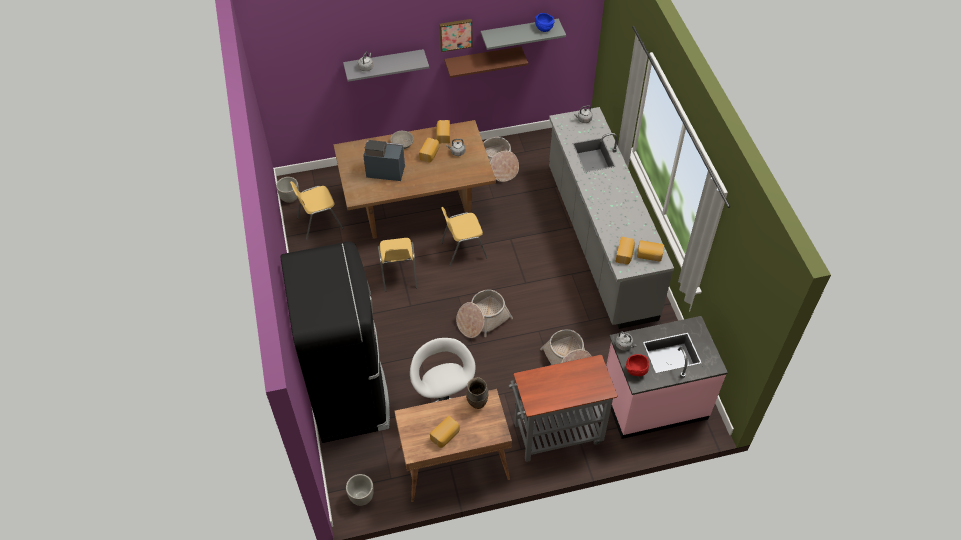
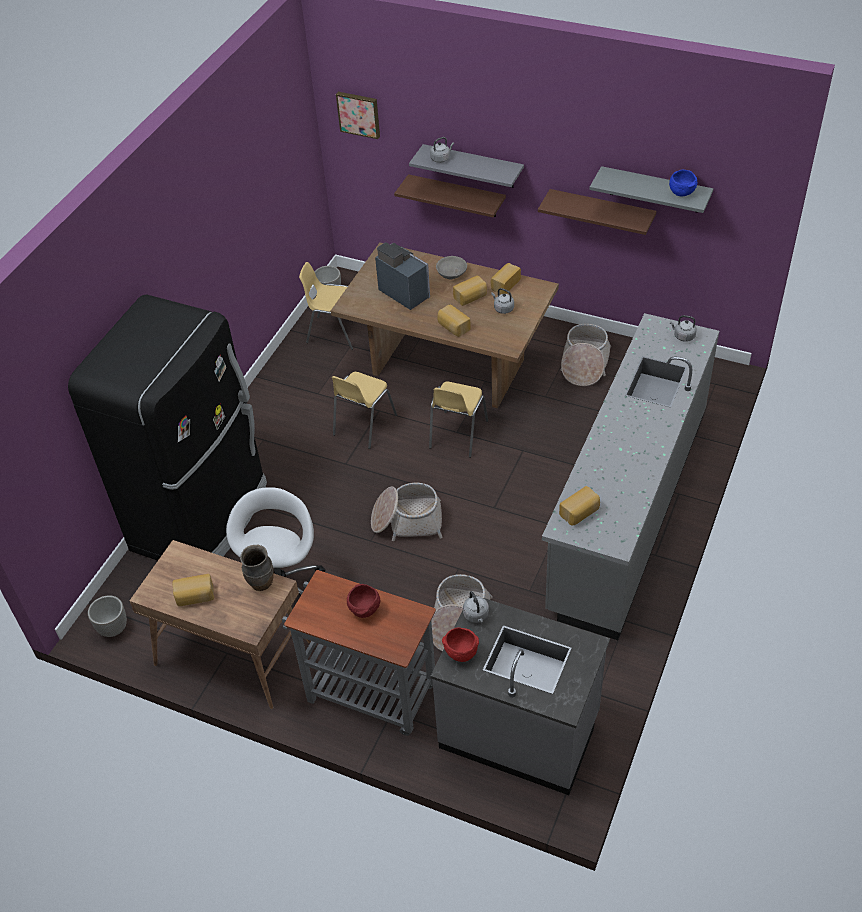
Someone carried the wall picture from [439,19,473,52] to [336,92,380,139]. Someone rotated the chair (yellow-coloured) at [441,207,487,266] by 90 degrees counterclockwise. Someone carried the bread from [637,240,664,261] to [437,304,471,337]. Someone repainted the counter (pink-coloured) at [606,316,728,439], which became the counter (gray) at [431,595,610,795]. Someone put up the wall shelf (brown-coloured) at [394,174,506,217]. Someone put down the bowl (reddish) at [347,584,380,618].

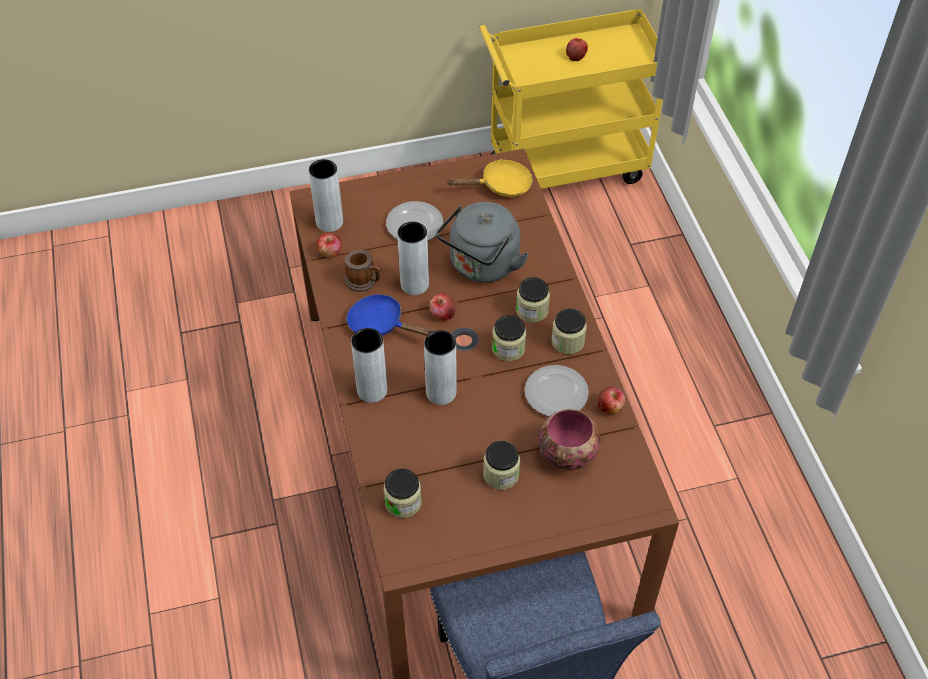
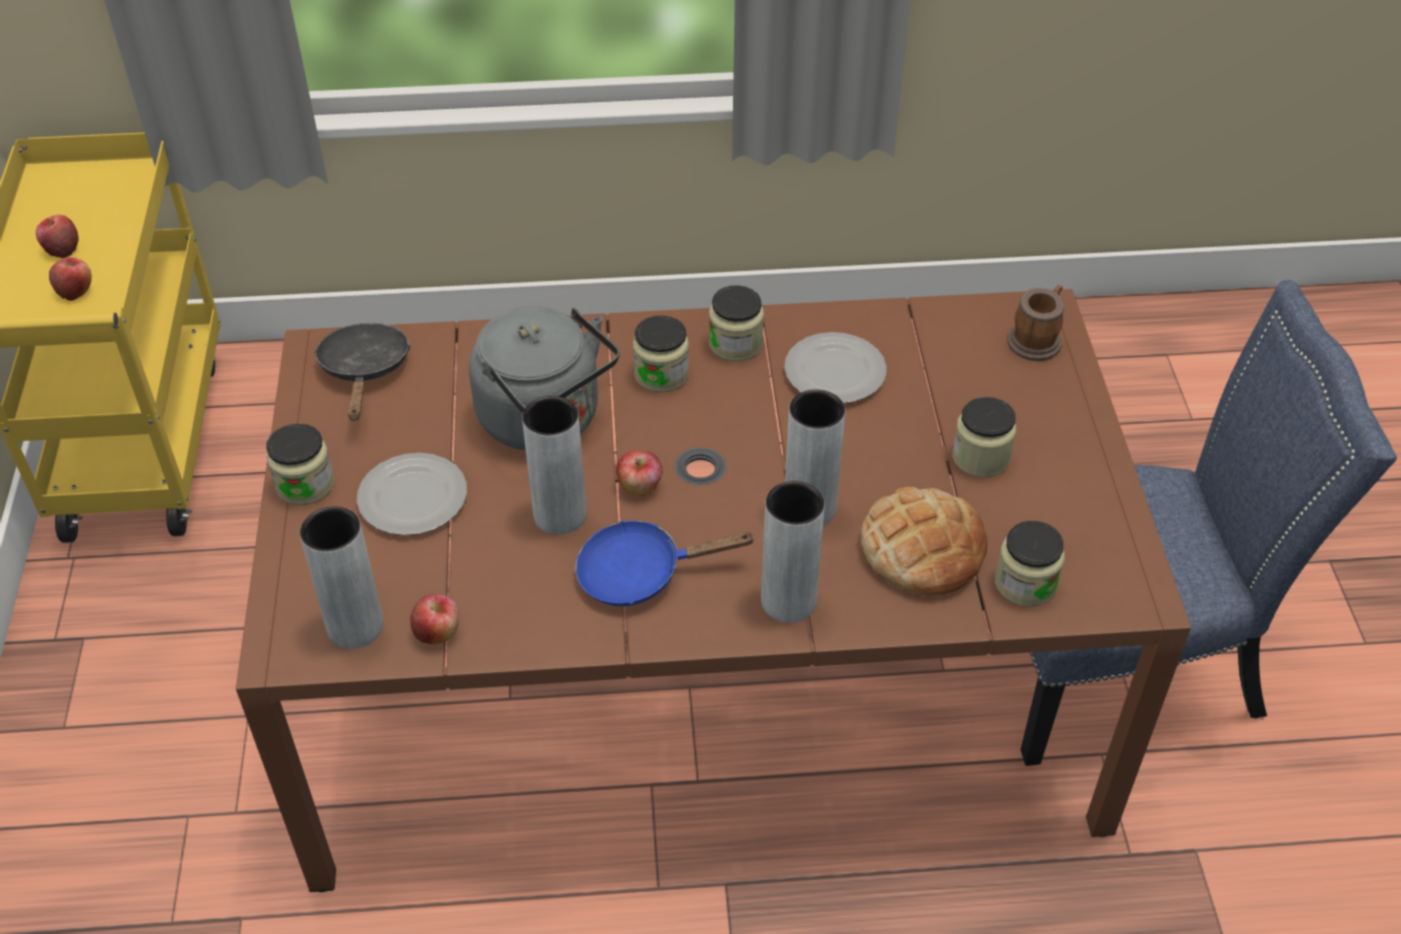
Someone repainted the frying pan (yellow-coloured) at [448,159,533,197], which became the frying pan (black) at [314,323,411,421]. Someone carried the coffee mug from [344,250,381,292] to [1007,285,1064,361]. Someone rotated the frying pan (blue) at [347,294,433,336] by 45 degrees clockwise. Someone carried the jar from [492,315,526,361] to [266,424,334,505]. Someone carried the apple from [598,387,625,414] to [49,257,92,301]. Someone took away the bowl at [538,409,601,470]. Someone put down the bread at [860,487,987,596].

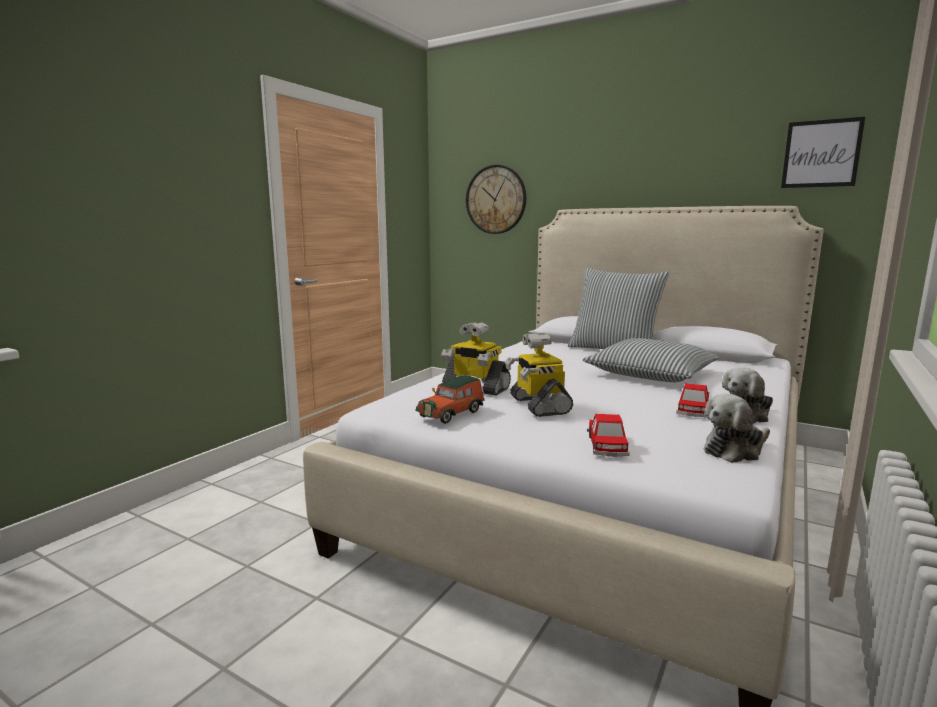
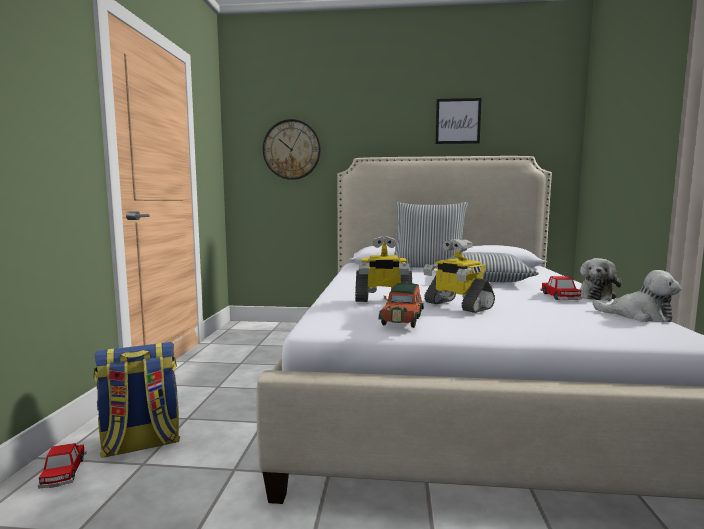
Someone carried the wall picture from [781,117,865,188] to [435,98,482,144]. Someone rotated the soft toy at [704,394,770,463] by 90 degrees counterclockwise. Someone carried the miniature car from [587,414,630,457] to [38,443,87,489]. Someone put down the knapsack at [94,342,180,458].

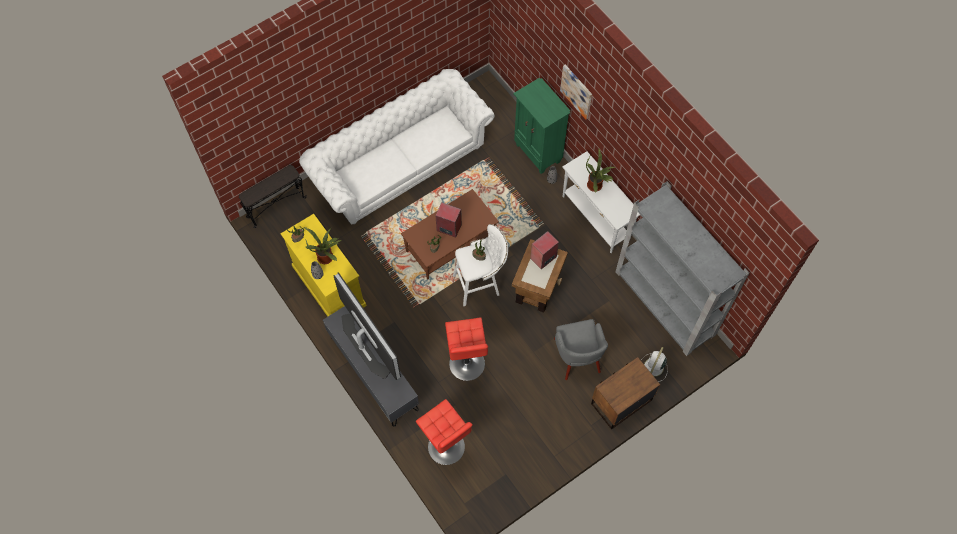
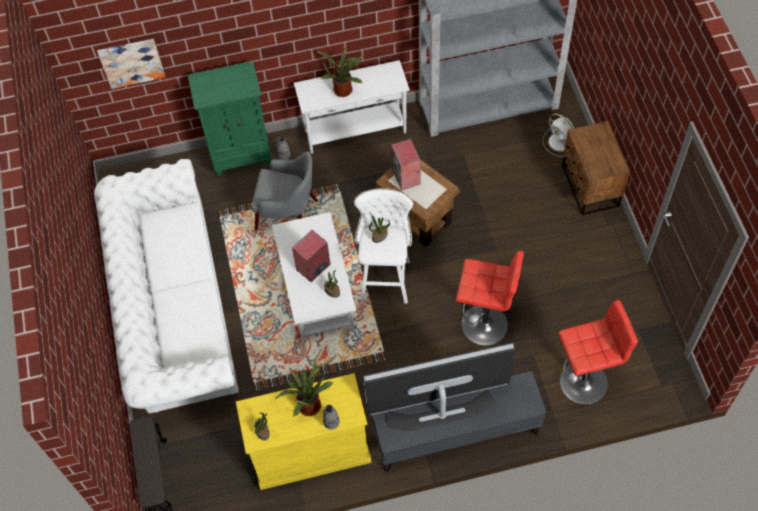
Someone carried the wall picture from [560,65,592,120] to [97,39,166,89]. Someone repainted the lounge table (brown-coloured) at [401,189,499,279], which became the lounge table (white) at [272,212,356,343]. Someone carried the armchair (gray) from [554,319,608,380] to [251,151,318,231].

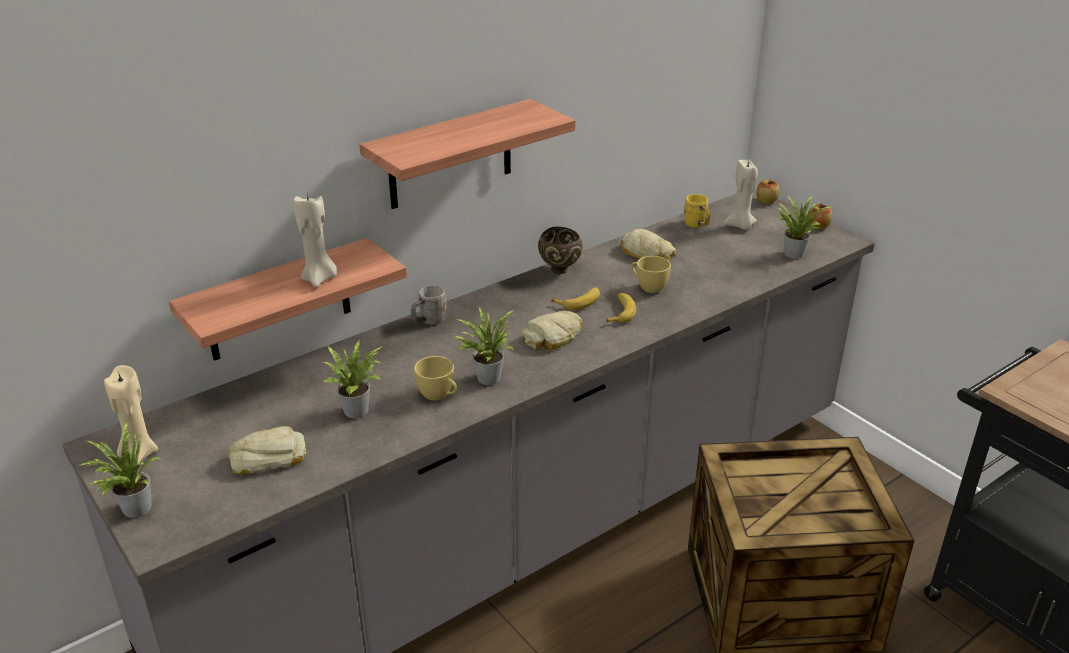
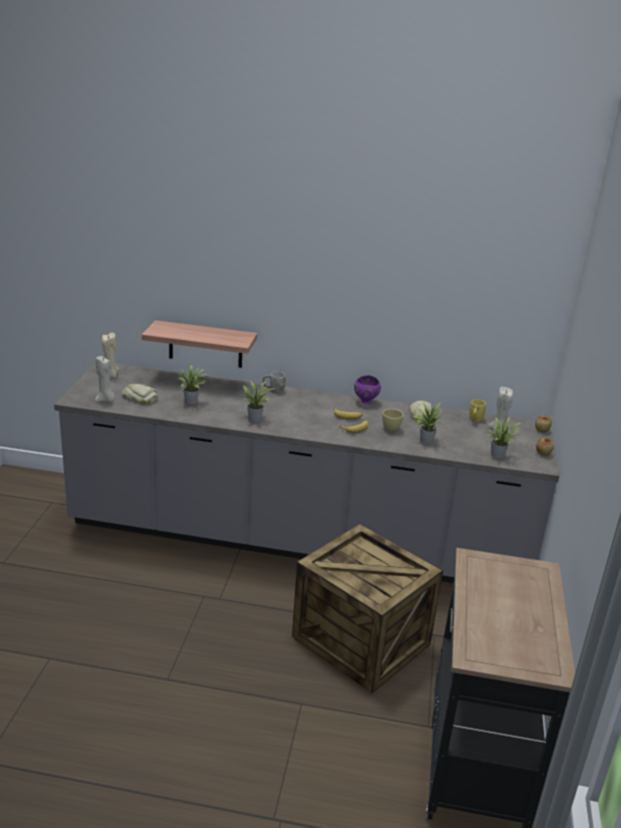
Someone took away the wall shelf at [360,99,576,209]. Someone carried the candle (beige) from [293,194,337,287] to [95,356,114,402]. Someone repainted the bowl (brown-coloured) at [538,227,583,274], which became the bowl (purple-coloured) at [354,375,381,404]. Someone took away the bread at [522,311,583,351]. Someone took away the small cup (yellow-coloured) at [414,356,457,401]. Someone carried the plant in a pot from [78,422,160,518] to [412,402,445,444].

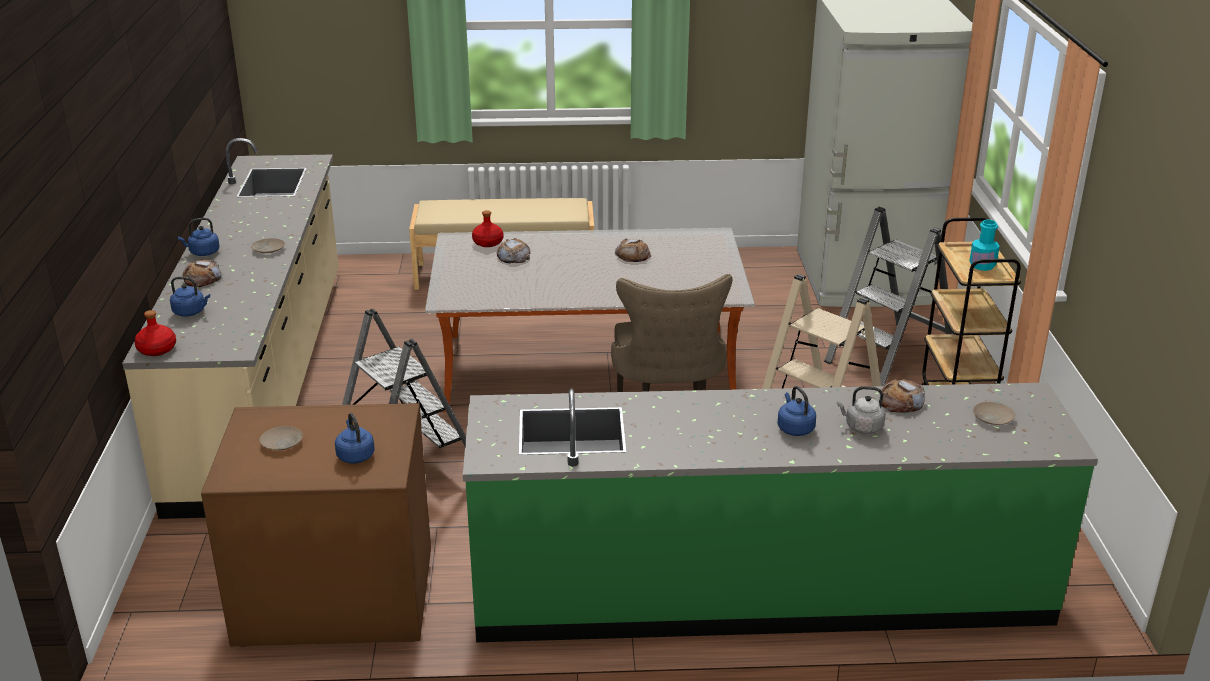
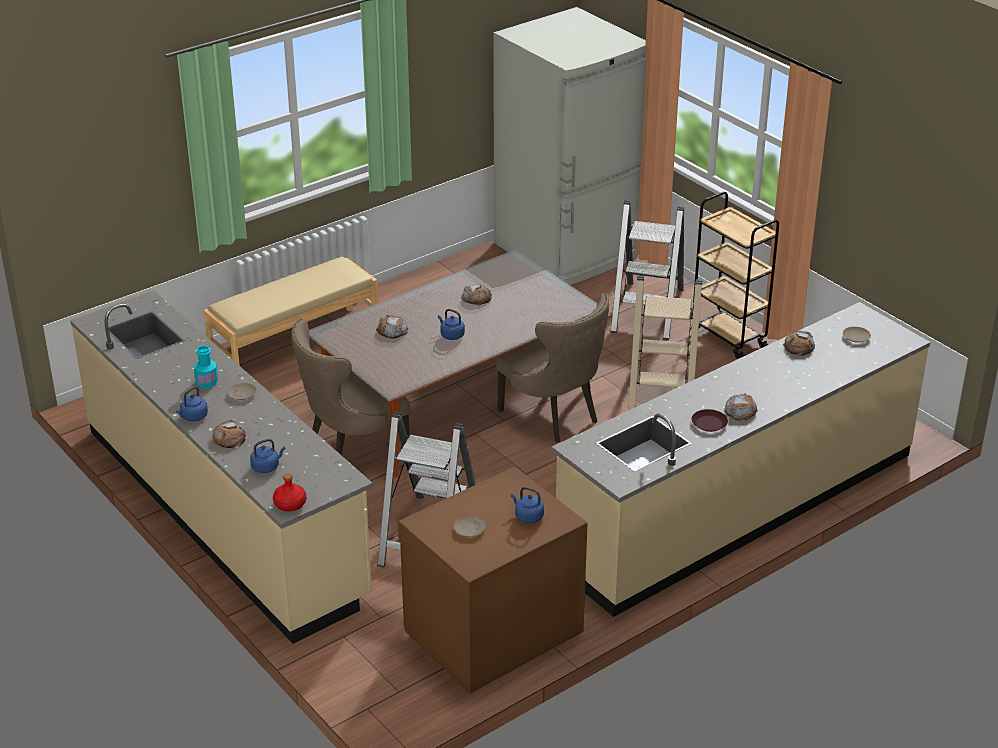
Someone took away the bottle (reddish) at [472,210,503,247]. Someone carried the bottle (turquoise) from [969,219,1000,271] to [194,345,218,388]. Someone repainted the counter (green-coloured) at [463,382,1098,642], which became the counter (beige) at [552,302,930,617]. Someone carried the tea kettle (blue) from [778,386,816,436] to [438,309,465,340]. Someone took away the tea kettle (gray) at [837,386,886,434]. Someone put down the chair (beige) at [291,319,410,455]. Someone put down the bread at [724,393,758,421]. Someone put down the dinner plate (brown-coloured) at [691,409,728,432].

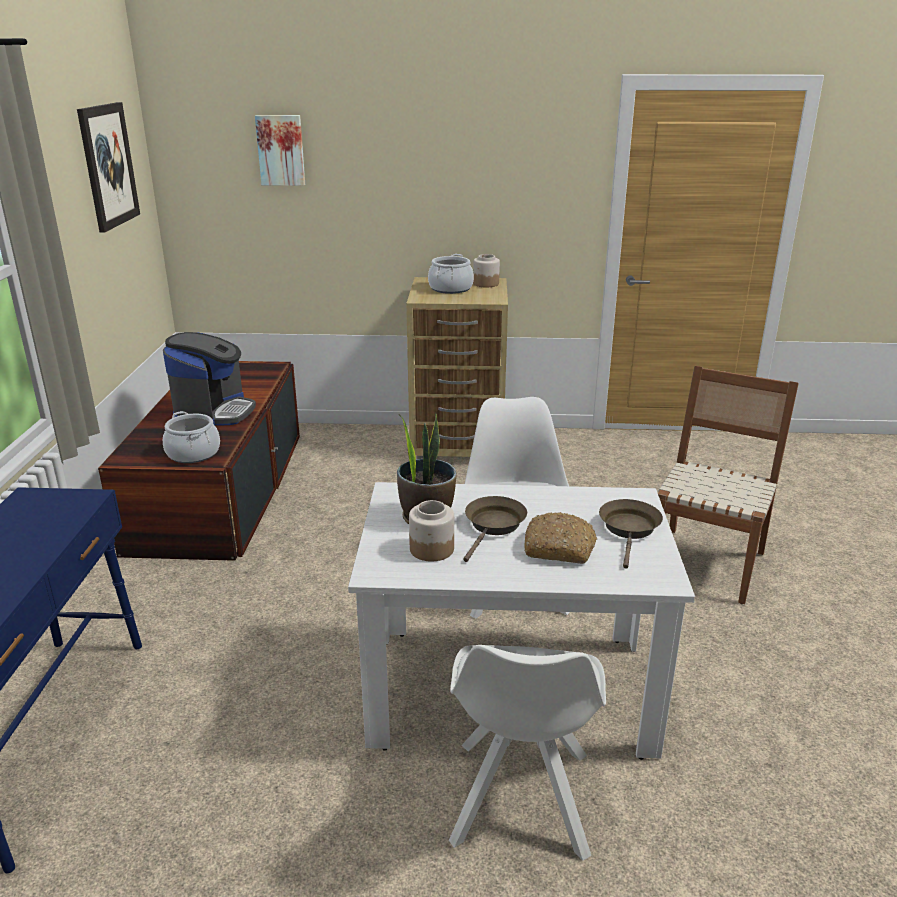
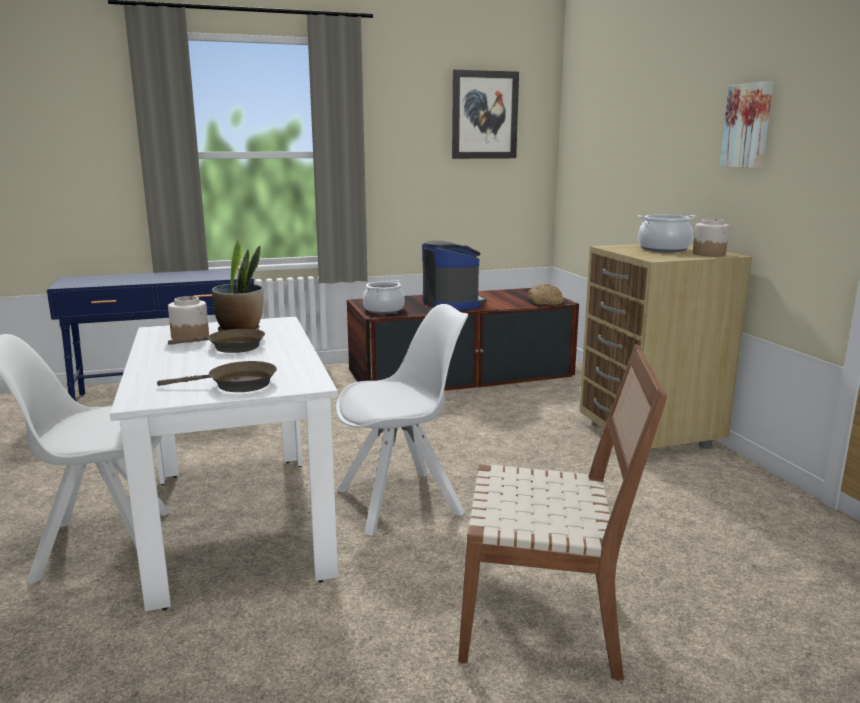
Someone carried the wall picture from [255,115,305,186] to [720,81,774,168]. Someone rotated the coffee maker at [163,332,256,425] by 105 degrees counterclockwise. Someone carried the bread from [525,512,597,564] to [528,284,563,305].

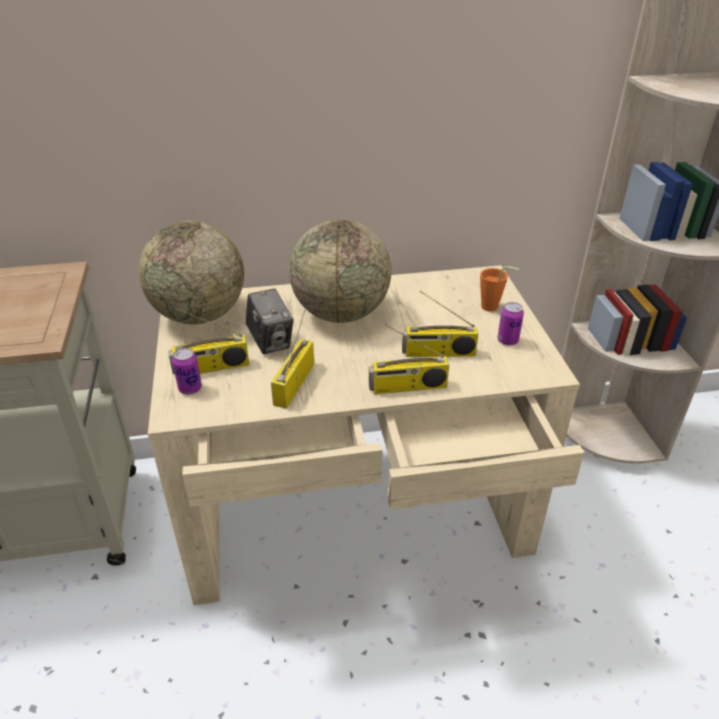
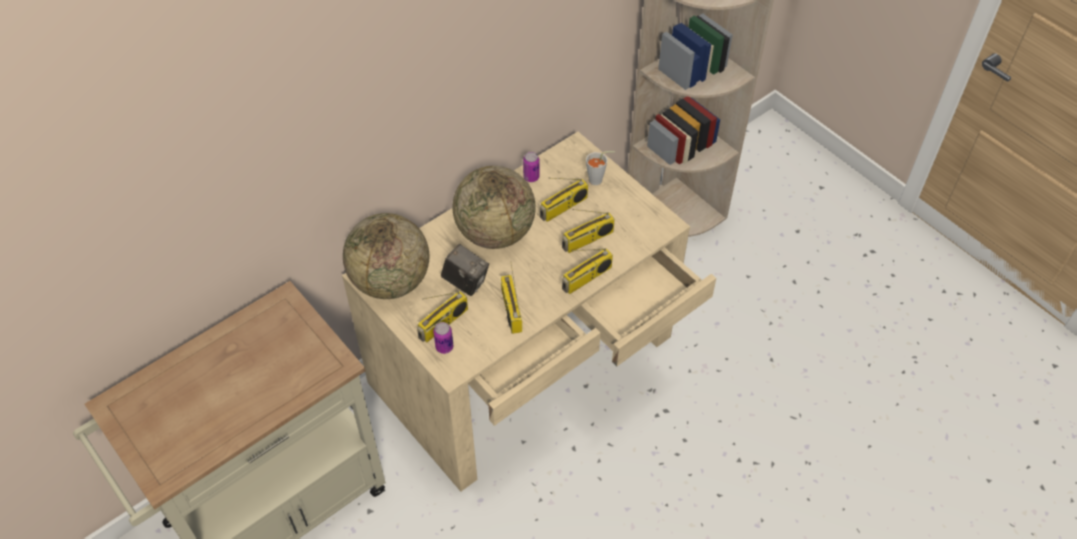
Someone repainted the small cup (orange-coloured) at [480,266,519,312], which became the small cup (gray) at [586,151,615,185]. Someone carried the metal can from [497,302,524,345] to [523,152,539,182]. Someone put down the radio receiver at [540,178,588,222].

